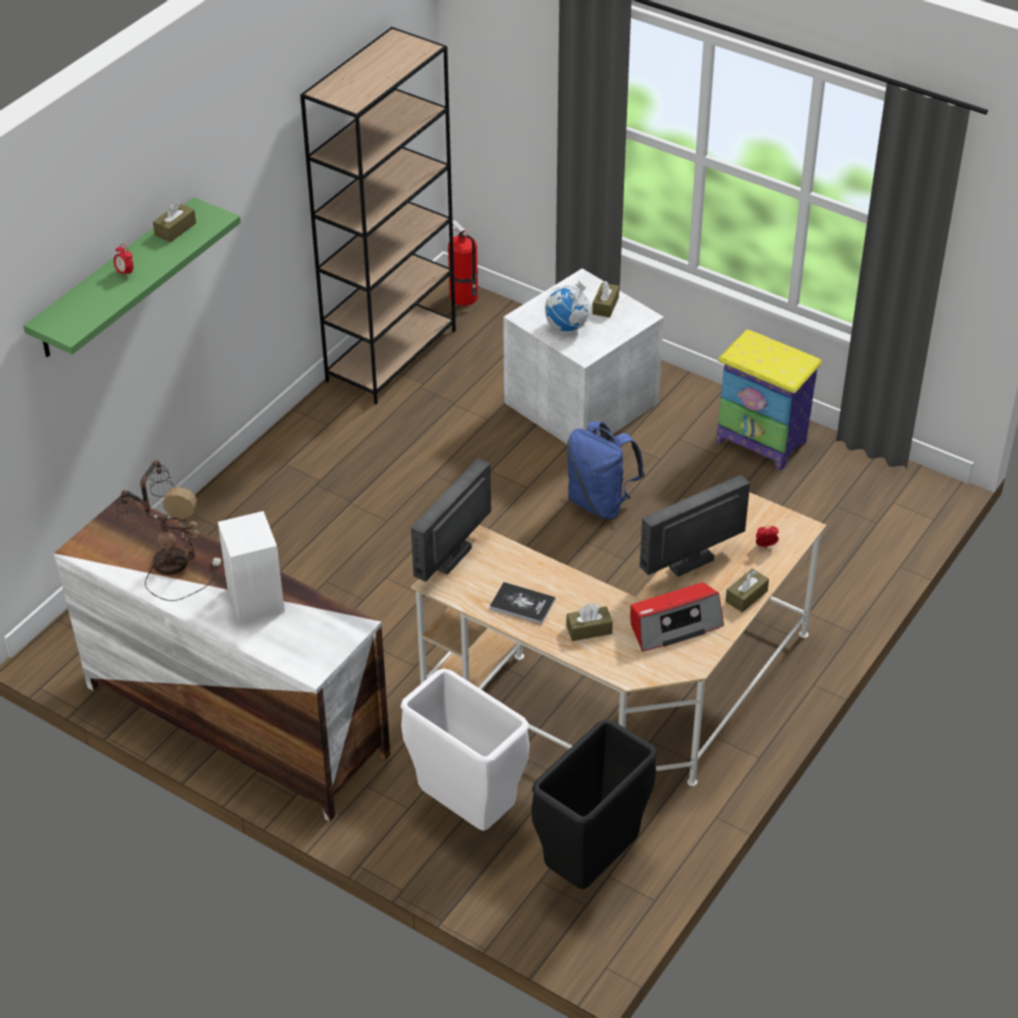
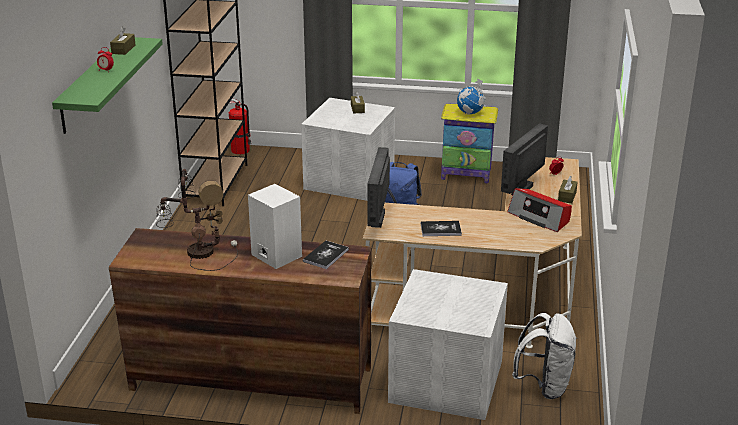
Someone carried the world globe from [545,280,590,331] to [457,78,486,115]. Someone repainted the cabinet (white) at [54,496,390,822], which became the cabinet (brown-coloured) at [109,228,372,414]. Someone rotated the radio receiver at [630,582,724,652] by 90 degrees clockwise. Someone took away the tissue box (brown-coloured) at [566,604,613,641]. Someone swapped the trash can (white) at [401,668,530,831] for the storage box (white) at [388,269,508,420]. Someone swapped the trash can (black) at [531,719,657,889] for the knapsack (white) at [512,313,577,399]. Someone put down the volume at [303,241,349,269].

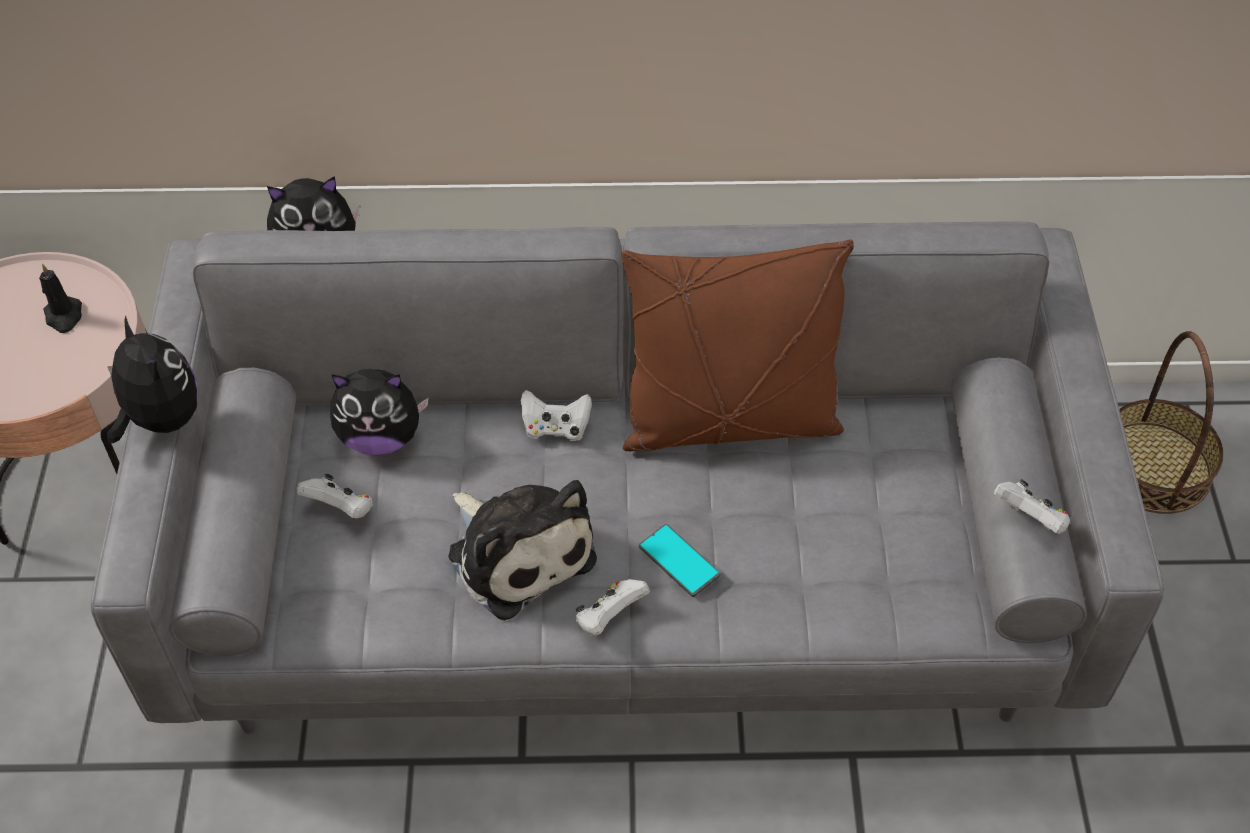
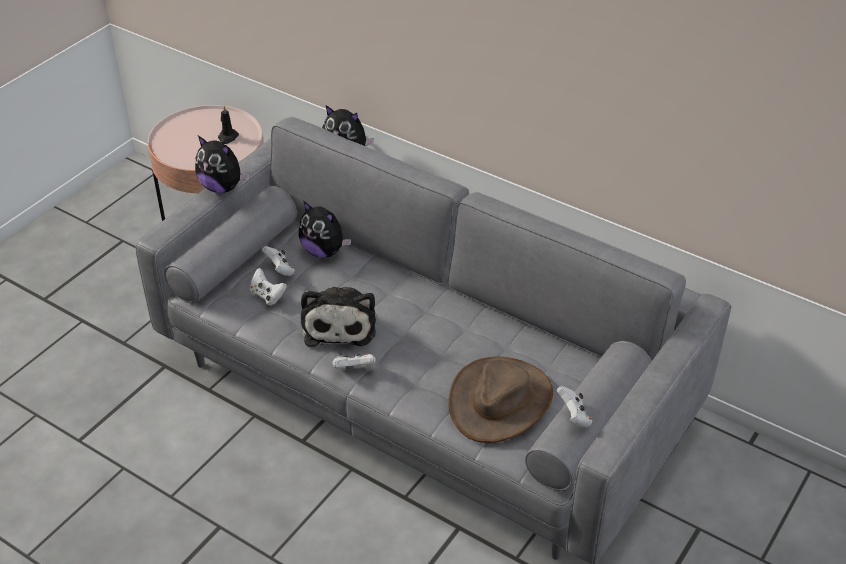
Someone took away the cushion (brown-coloured) at [622,239,854,451]. Someone rotated the soft toy at [107,315,198,443] by 120 degrees clockwise. Someone took away the household basket at [1119,331,1223,514]. Someone carried the game controller (white) from [521,390,592,441] to [250,268,287,305]. Someone took away the handset at [639,524,721,597]. Someone put down the wearable hat (brown-coloured) at [448,357,553,443].

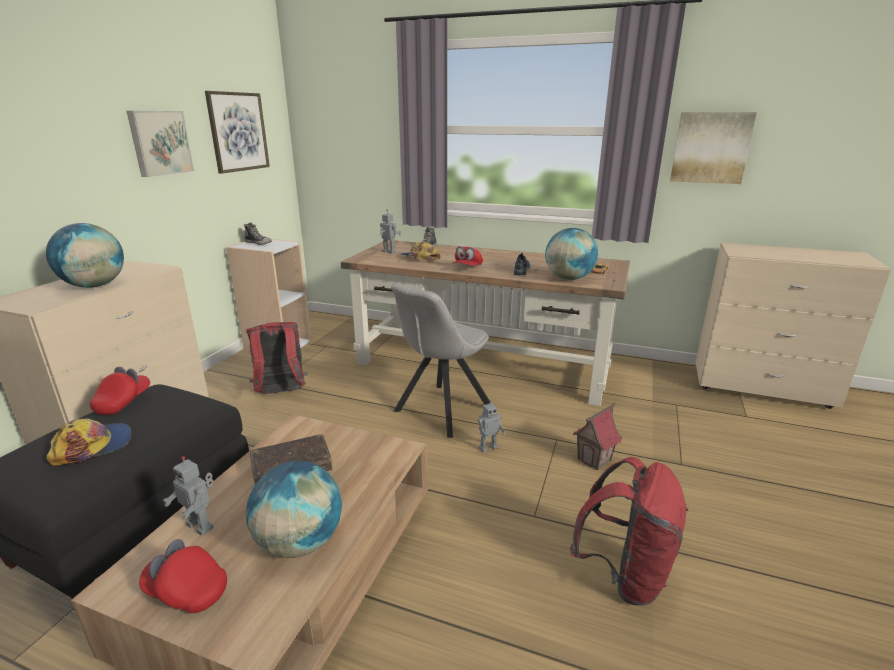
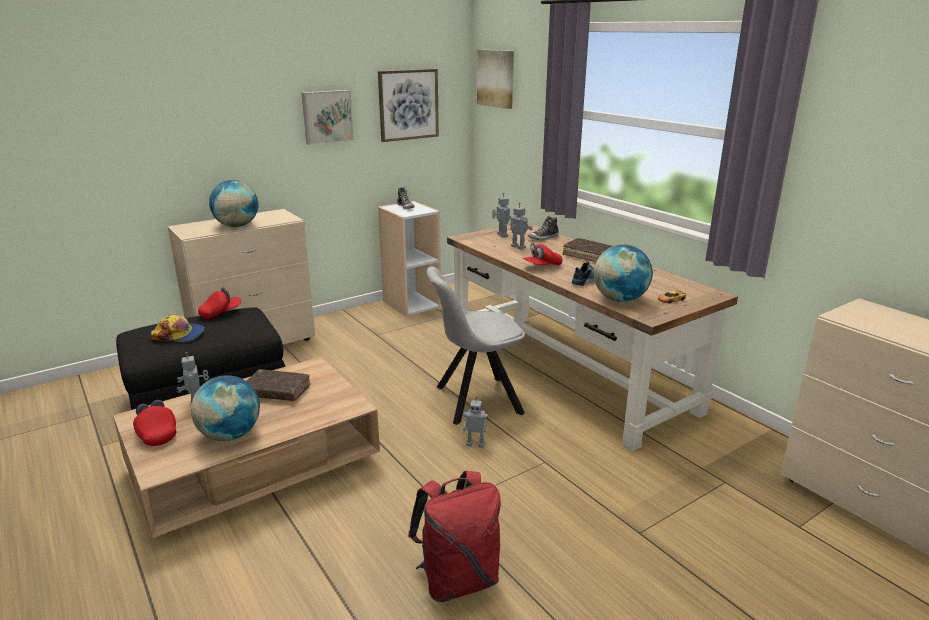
Someone carried the wall picture from [670,112,757,184] to [477,49,514,109]. Someone swapped the cap at [400,242,440,260] for the model robot at [510,202,533,249]. Someone took away the knapsack (reddish) at [246,322,307,394]. Someone took away the miniature house at [573,403,622,470]. Someone put down the volume (brown-coloured) at [562,238,613,262].

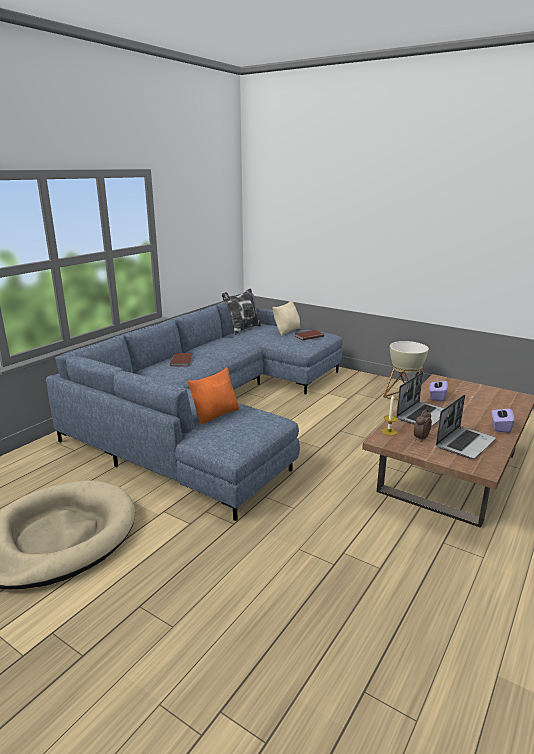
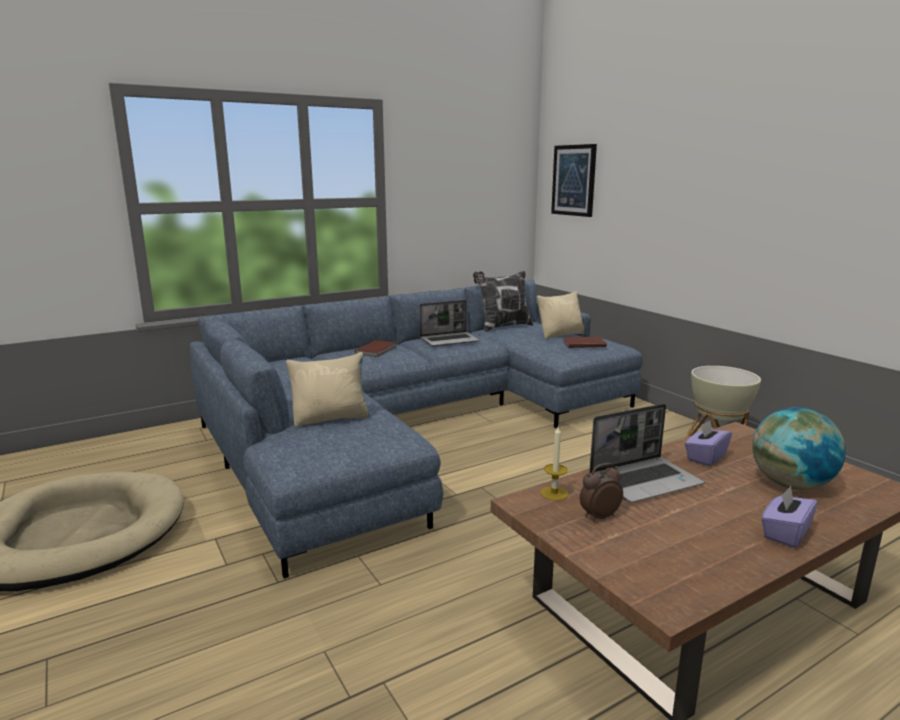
Someone repainted the cushion (orange-coloured) at [188,367,239,425], which became the cushion (beige) at [286,352,370,426]. Someone carried the laptop from [436,394,496,459] to [419,300,480,347]. Someone put up the wall picture at [551,144,597,217]. Someone put down the world globe at [752,407,846,490].

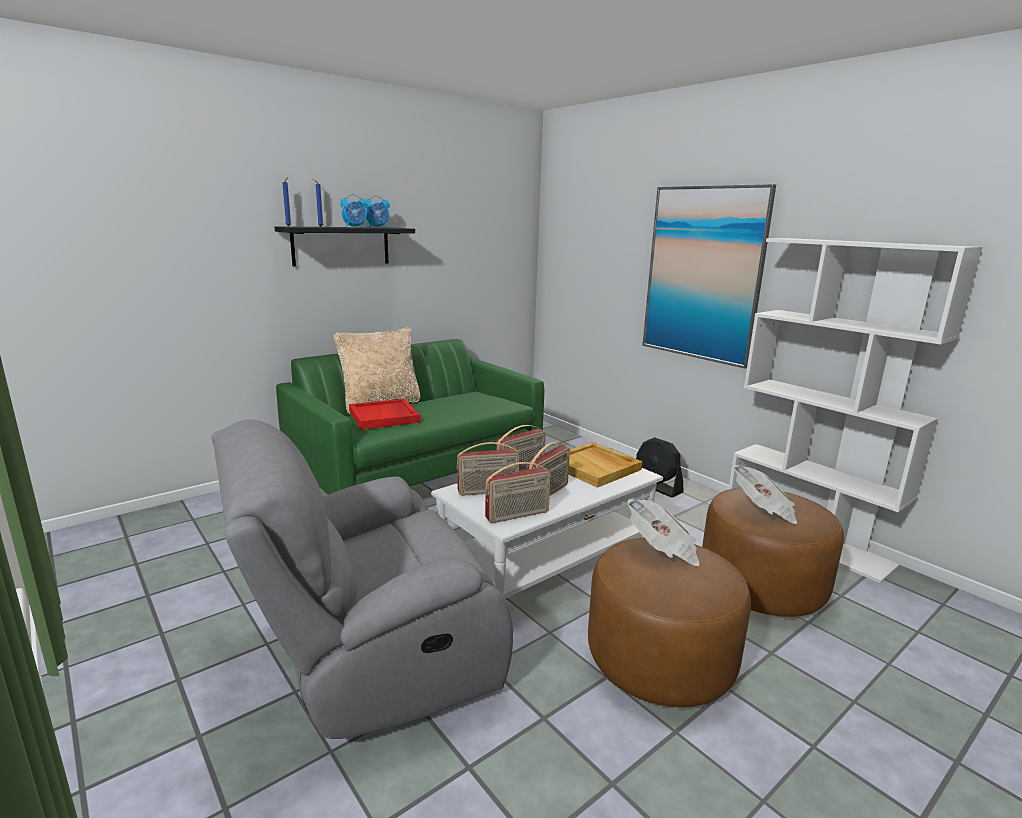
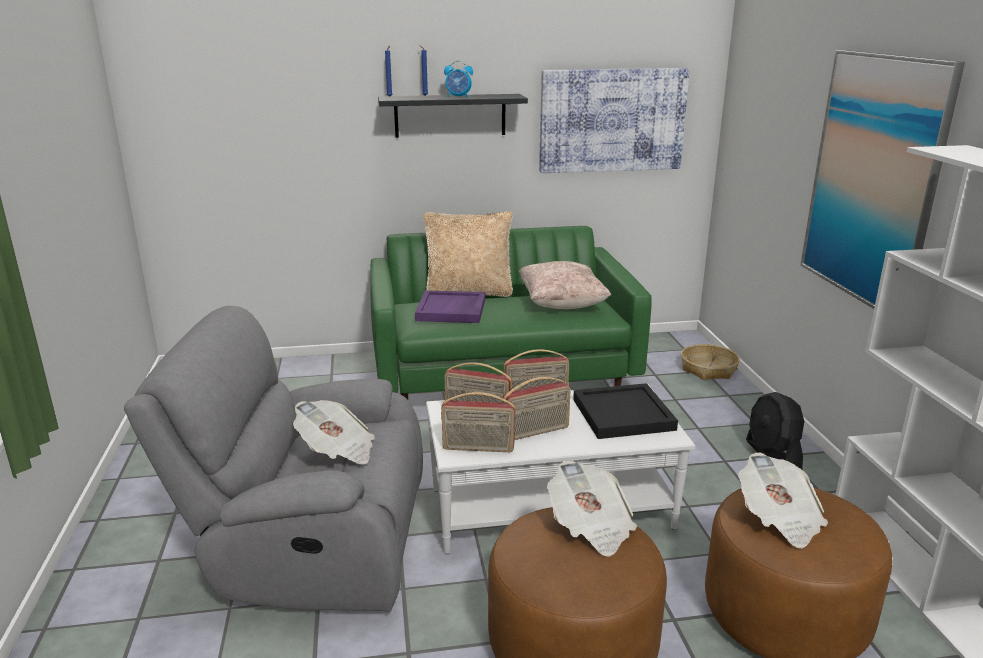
Someone took away the alarm clock at [366,196,390,227]. Someone repainted the tray (reddish) at [349,399,420,430], which became the tray (purple-coloured) at [415,290,485,323]. Someone repainted the tray (beige) at [568,442,642,488], which became the tray (black) at [573,383,678,439]. Someone put up the wall picture at [539,68,690,173]. Someone put down the cushion (beige) at [519,261,611,309]. Someone put down the household basket at [681,344,740,380]. Someone put down the printed paper at [293,400,375,464].

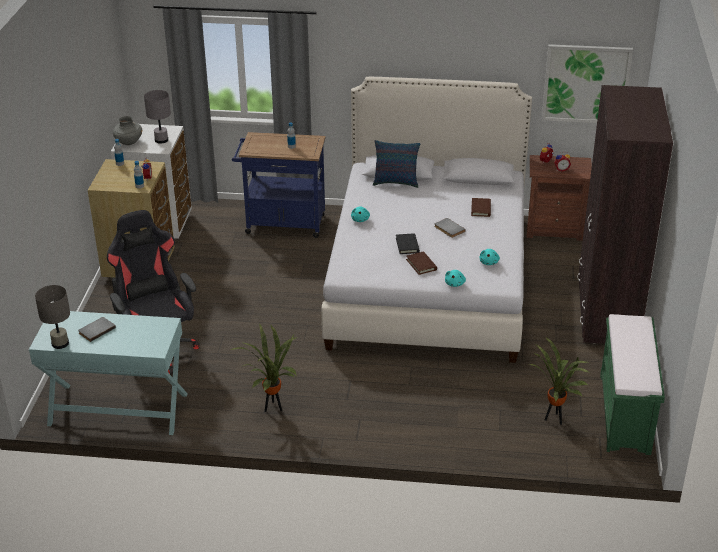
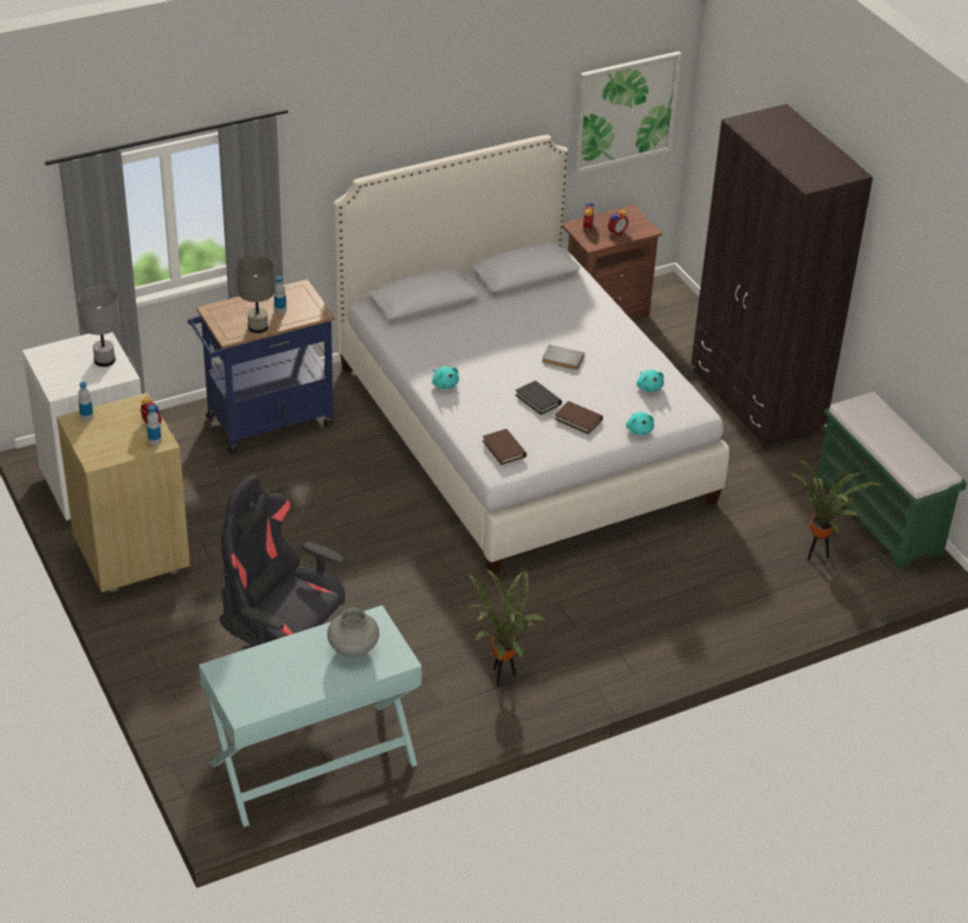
Someone carried the vase (gray) from [113,116,142,145] to [327,607,379,657]. Someone took away the cushion (blue) at [373,140,420,188]. Someone carried the volume (brown-coloured) from [471,198,491,217] to [482,429,527,465]. Someone carried the tabletop lamp (gray) from [35,285,70,349] to [237,255,275,333]. Someone took away the volume (gray) at [78,317,116,342].

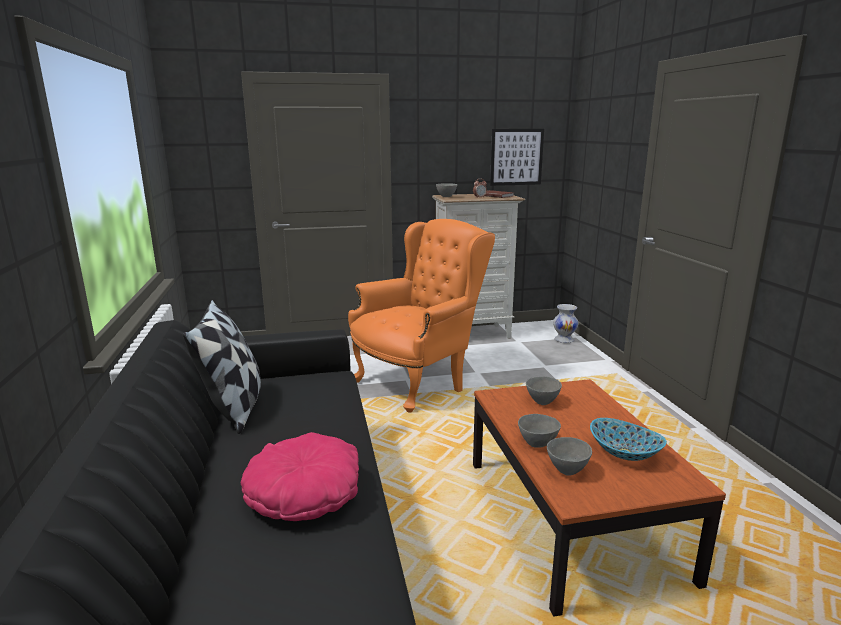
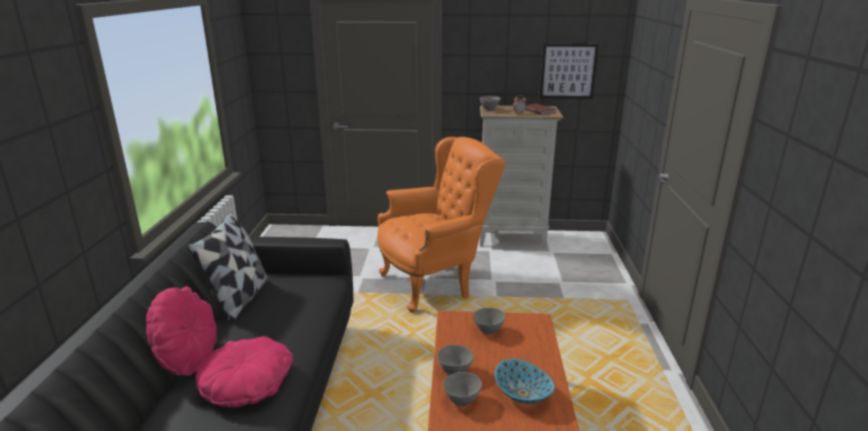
Someone took away the vase (white) at [553,304,579,343]. Someone put down the cushion (pink-coloured) at [146,286,217,376].

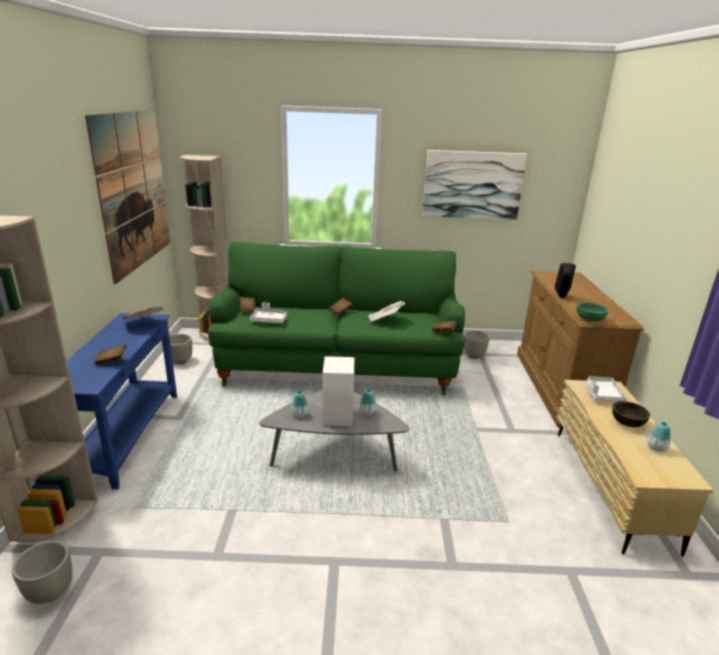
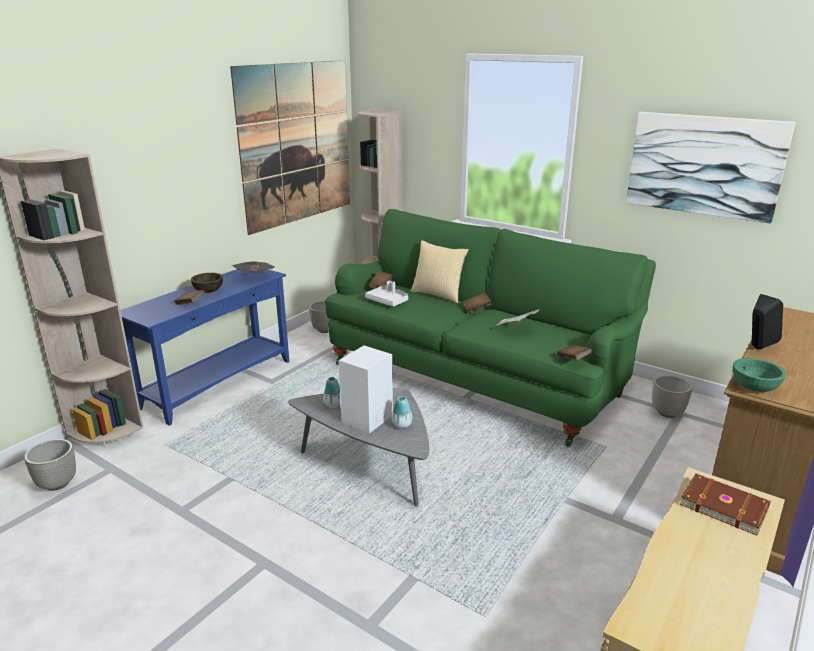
Someone swapped the tray (white) at [587,376,627,402] for the volume (brown-coloured) at [680,474,771,535]. Someone carried the bowl (brown-coloured) from [612,401,650,427] to [191,273,223,293]. Someone took away the vase at [647,422,670,452]. Someone put down the cushion at [411,240,469,303].

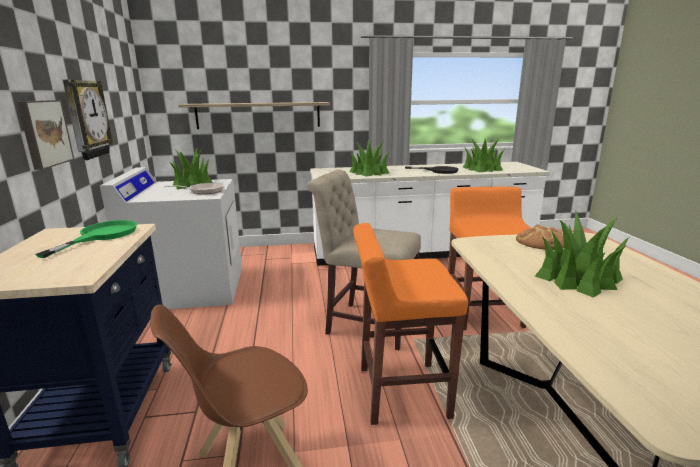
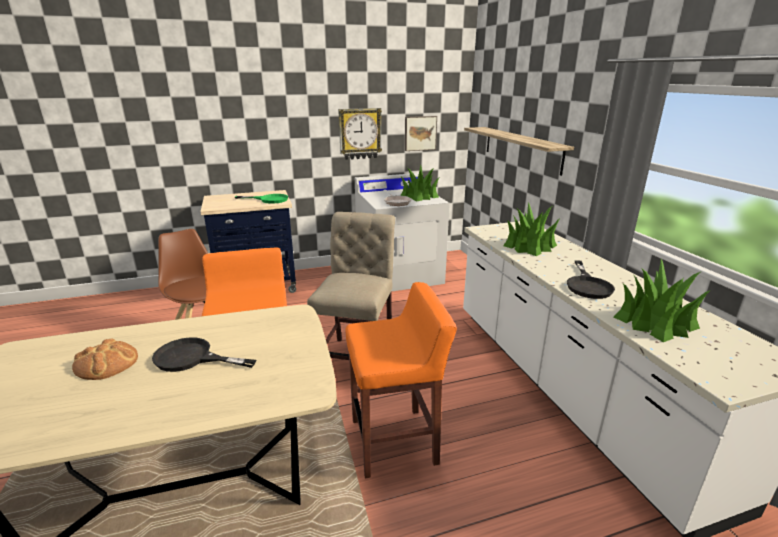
Someone carried the wall picture from [17,100,75,170] to [405,116,437,151]. Someone swapped the plant in a pot at [535,210,629,298] for the frying pan (black) at [152,337,256,372]. Someone carried the bread from [516,225,564,250] to [72,338,138,380].

